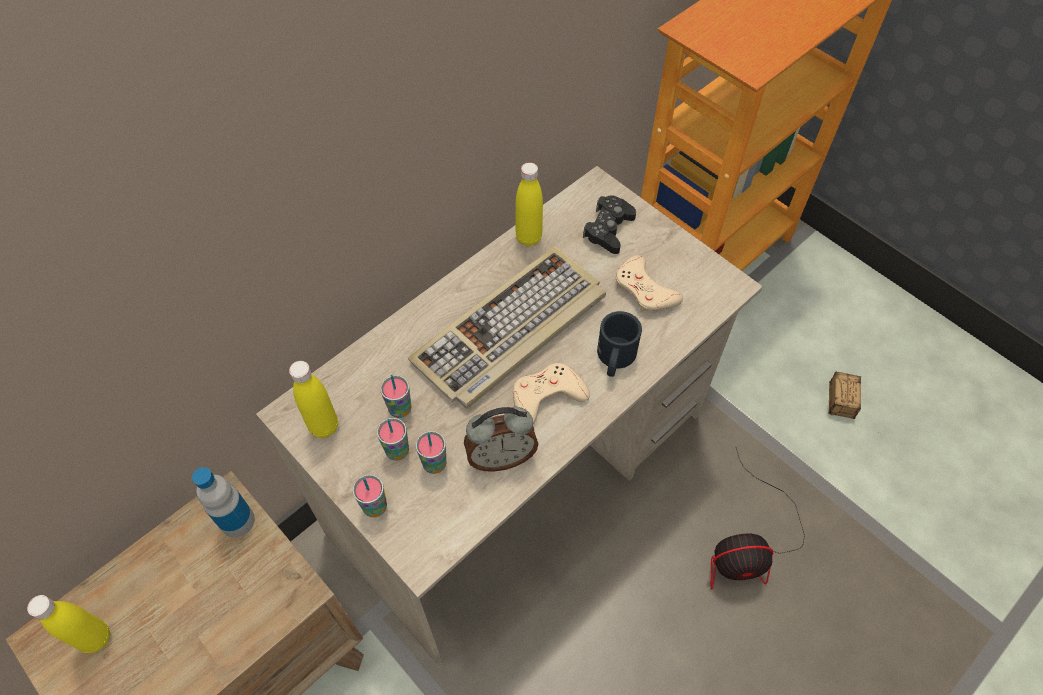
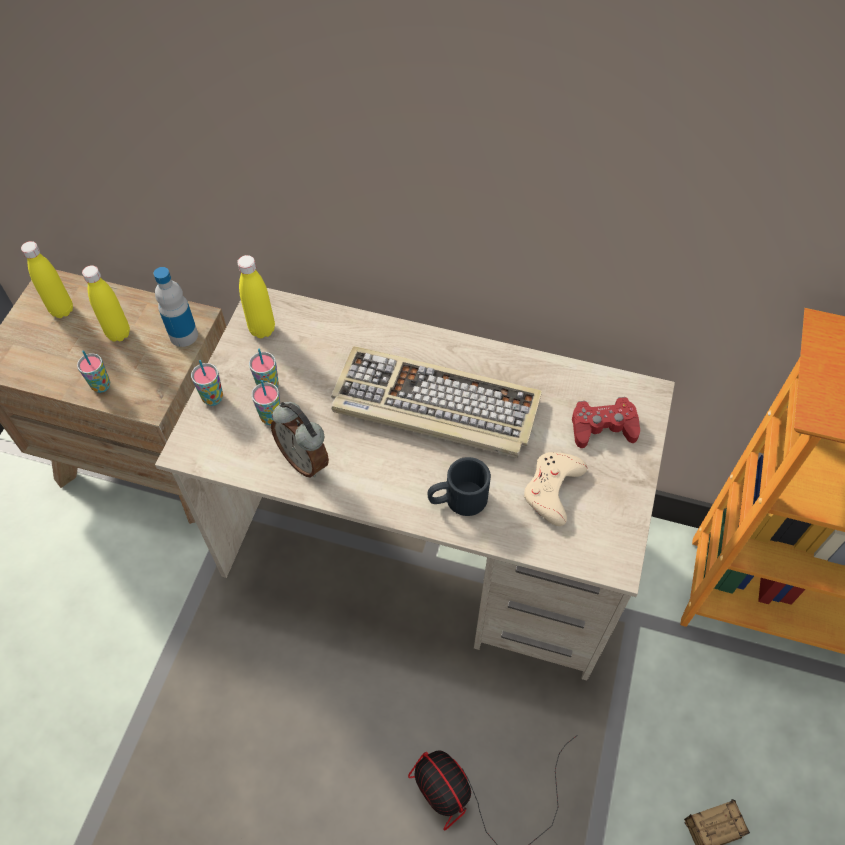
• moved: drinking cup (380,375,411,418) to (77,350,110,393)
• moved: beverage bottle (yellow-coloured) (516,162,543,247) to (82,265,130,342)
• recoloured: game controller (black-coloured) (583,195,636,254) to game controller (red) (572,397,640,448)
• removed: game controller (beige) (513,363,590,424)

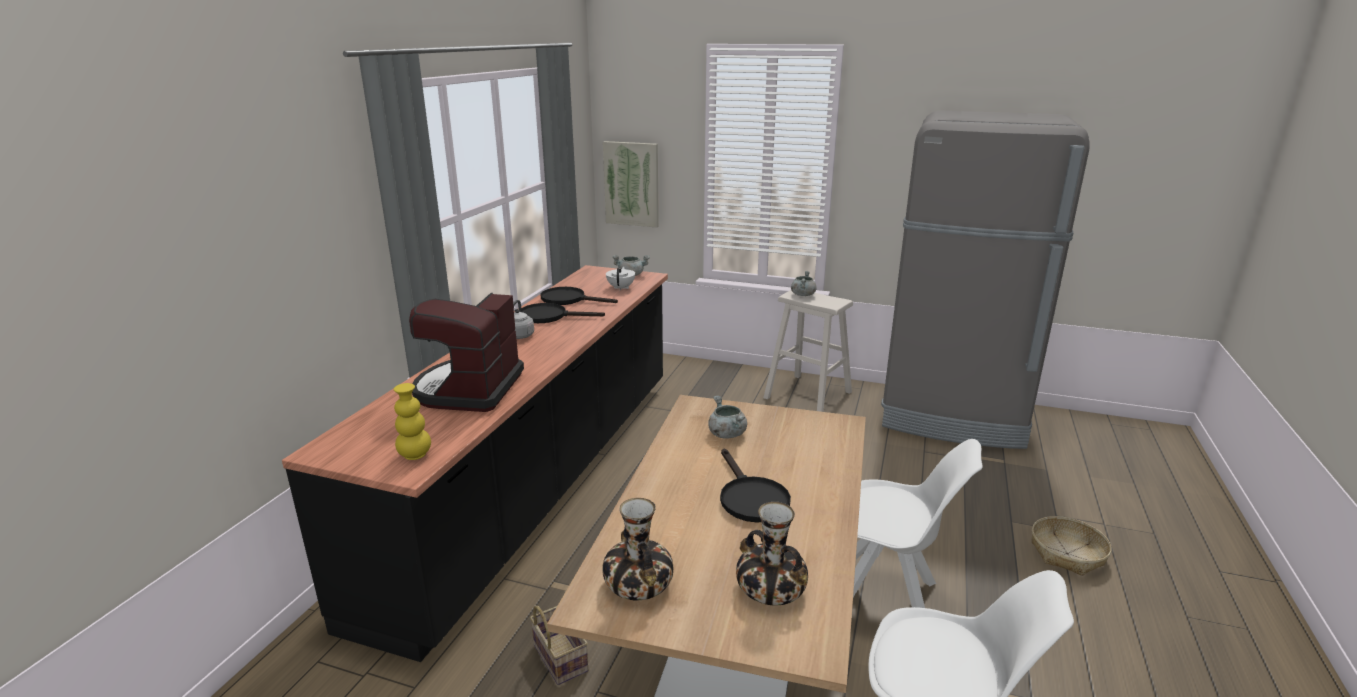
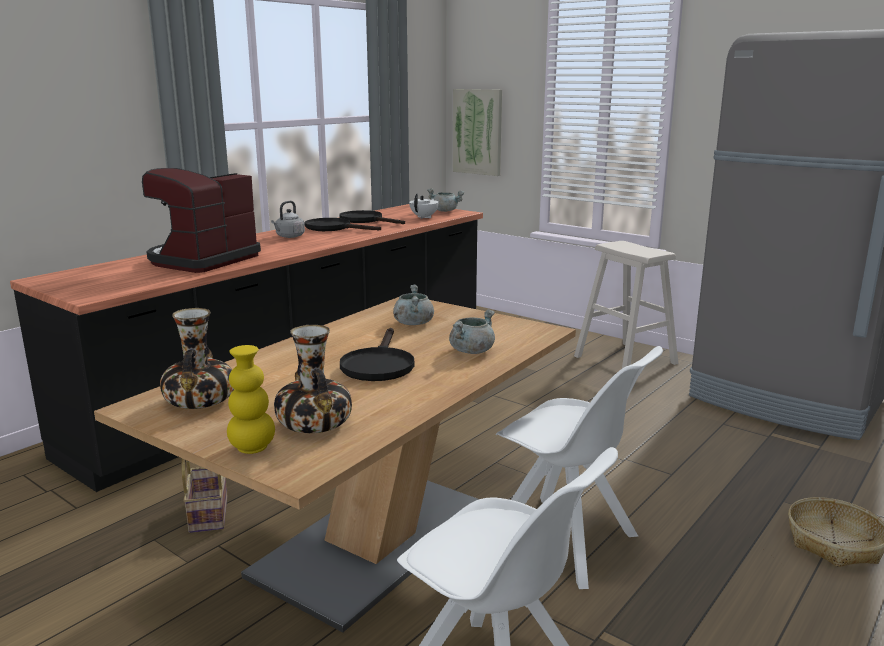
• moved: vase (yellow-coloured) (394,383,431,460) to (227,345,275,454)
• moved: saucepot (gray) (791,271,817,296) to (449,310,495,354)

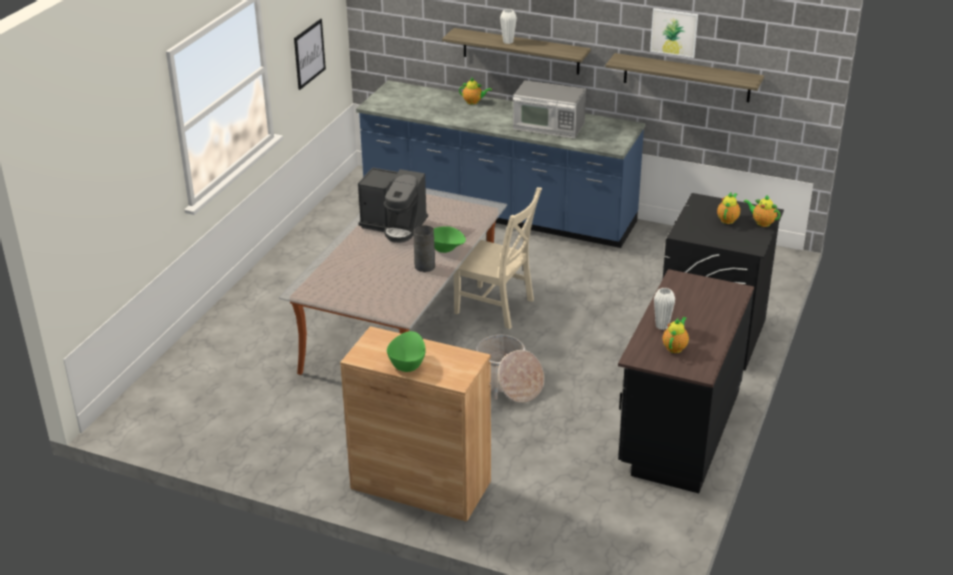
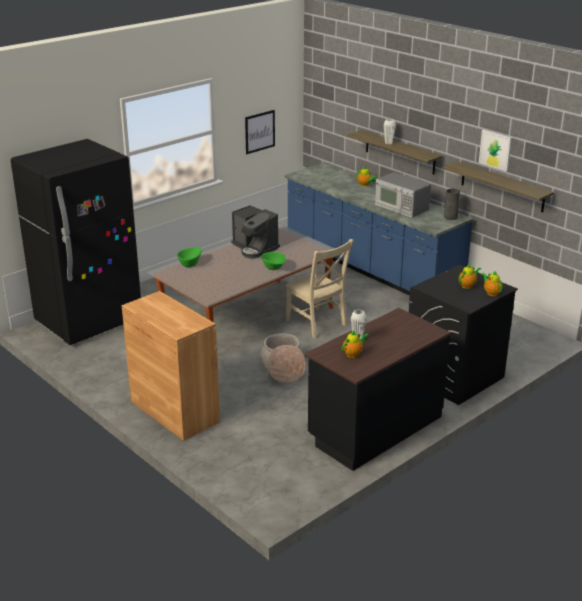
• added: kitchen fridge (black-coloured) (11,139,141,345)
• moved: deep dish (green-coloured) (387,331,425,372) to (177,247,202,267)
• moved: vase (gray) (413,225,435,272) to (444,189,460,220)

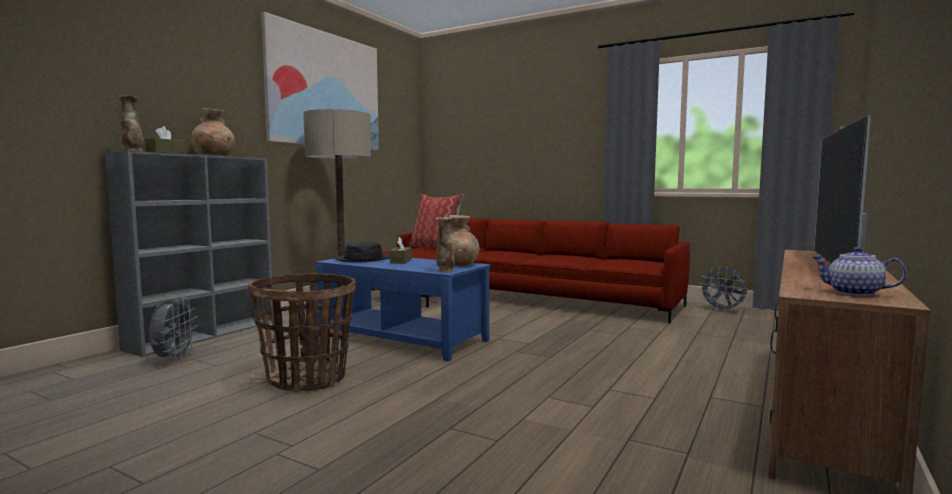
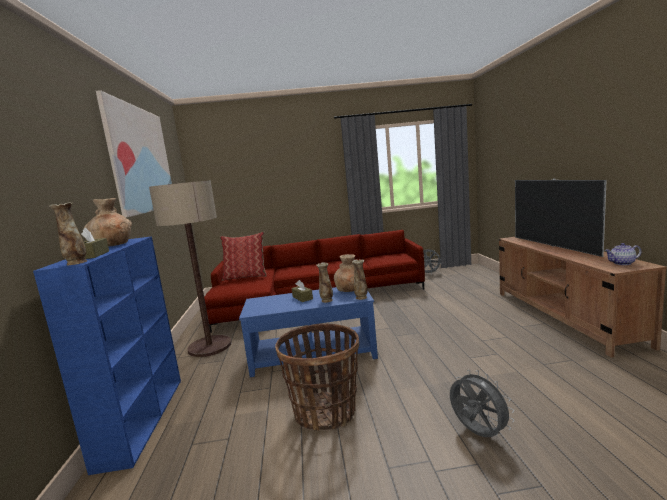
• recoloured: bookshelf (gray) (105,151,272,357) to bookshelf (blue) (33,237,181,475)
• added: vase (316,262,333,303)
• moved: cooling fan (gray) (149,297,198,361) to (450,370,514,437)
• removed: clothing hat (black-coloured) (334,242,390,262)

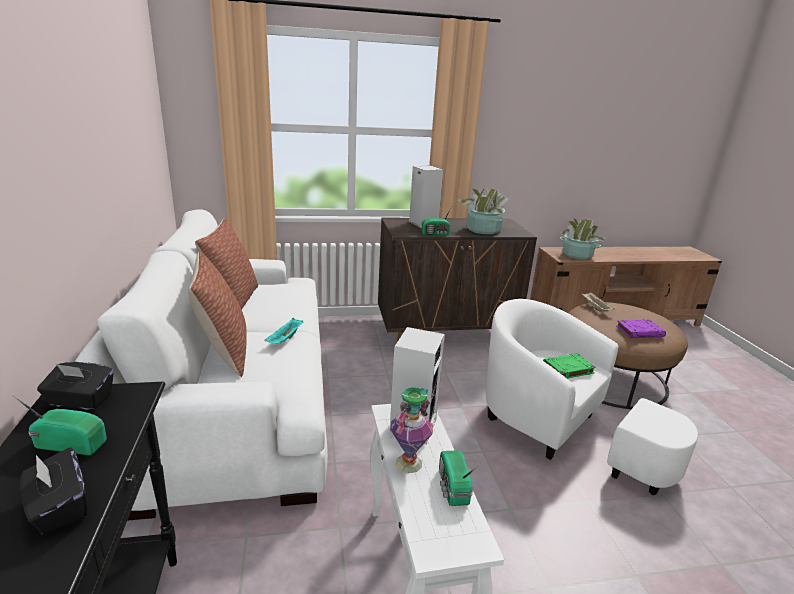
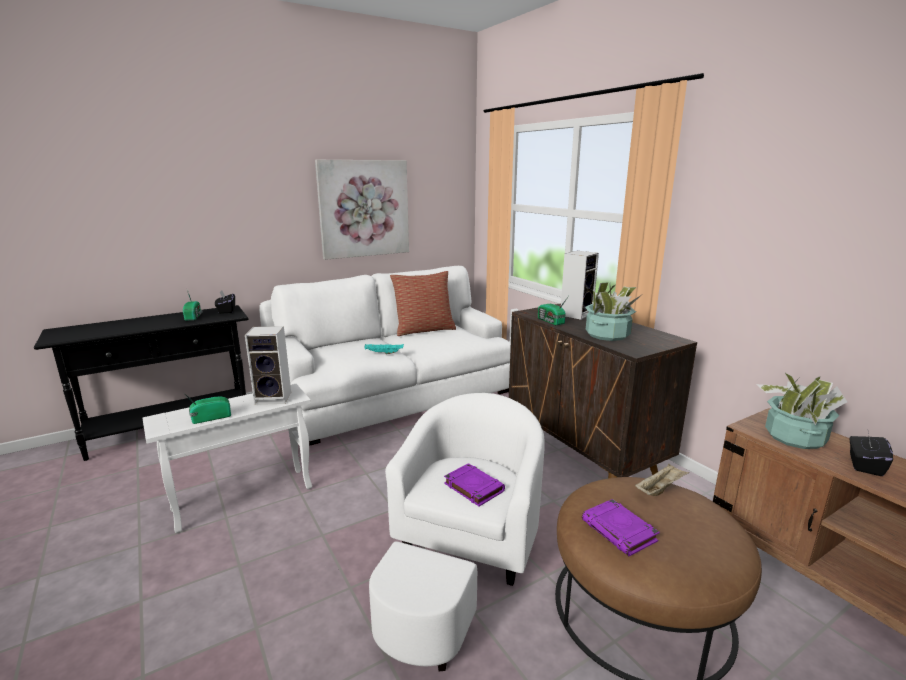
• added: picture (315,160,409,260)
• recoloured: volume (green-coloured) (543,353,596,379) to volume (purplish) (444,463,505,506)
• moved: tissue holder (black-coloured) (20,447,87,535) to (850,432,893,476)
• removed: cushion (188,252,247,377)
• removed: vase (390,387,433,473)

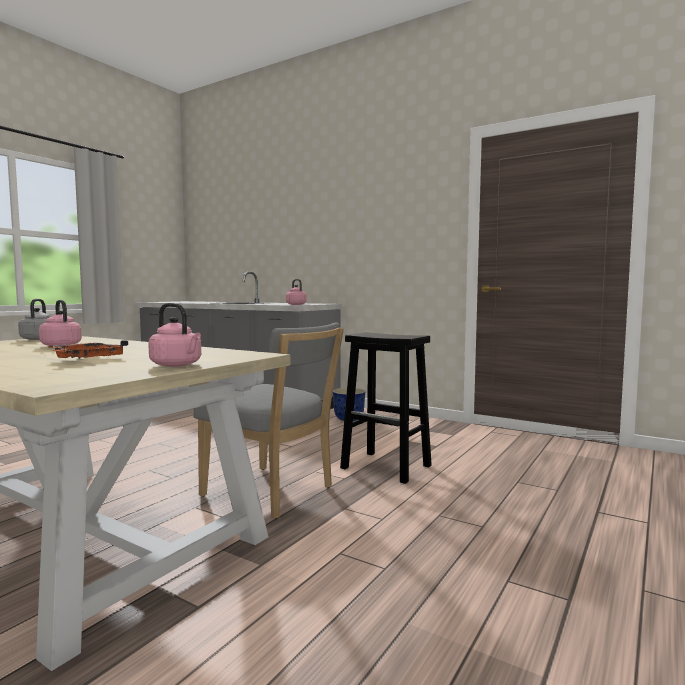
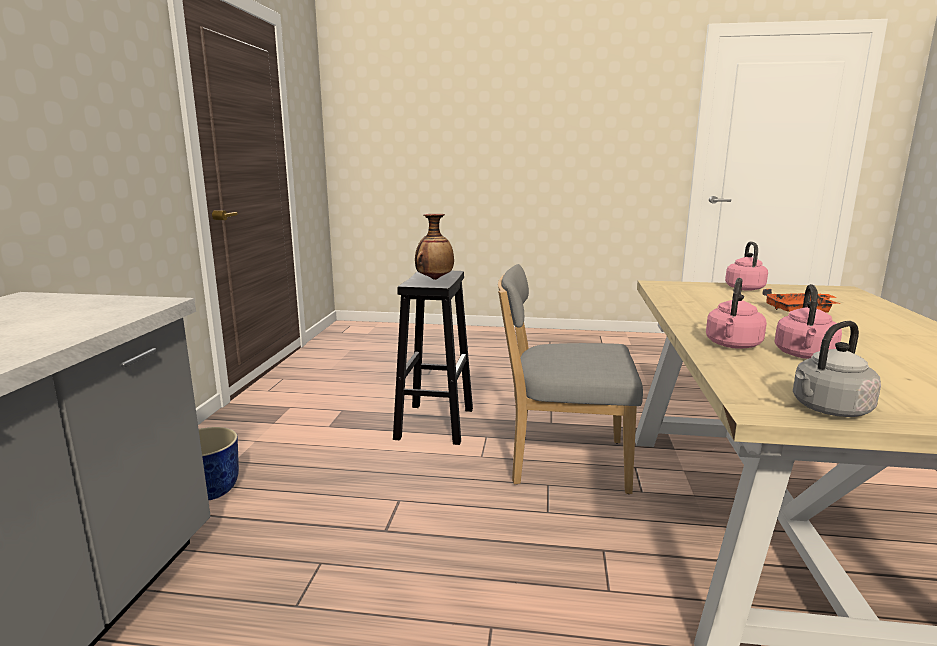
• added: vase (415,214,454,280)
• turned: chair (gray) (193,322,344,519) = (498,264,643,494) 90 degrees counterclockwise
• moved: kettle (pink-coloured) (286,279,307,305) to (706,278,767,349)

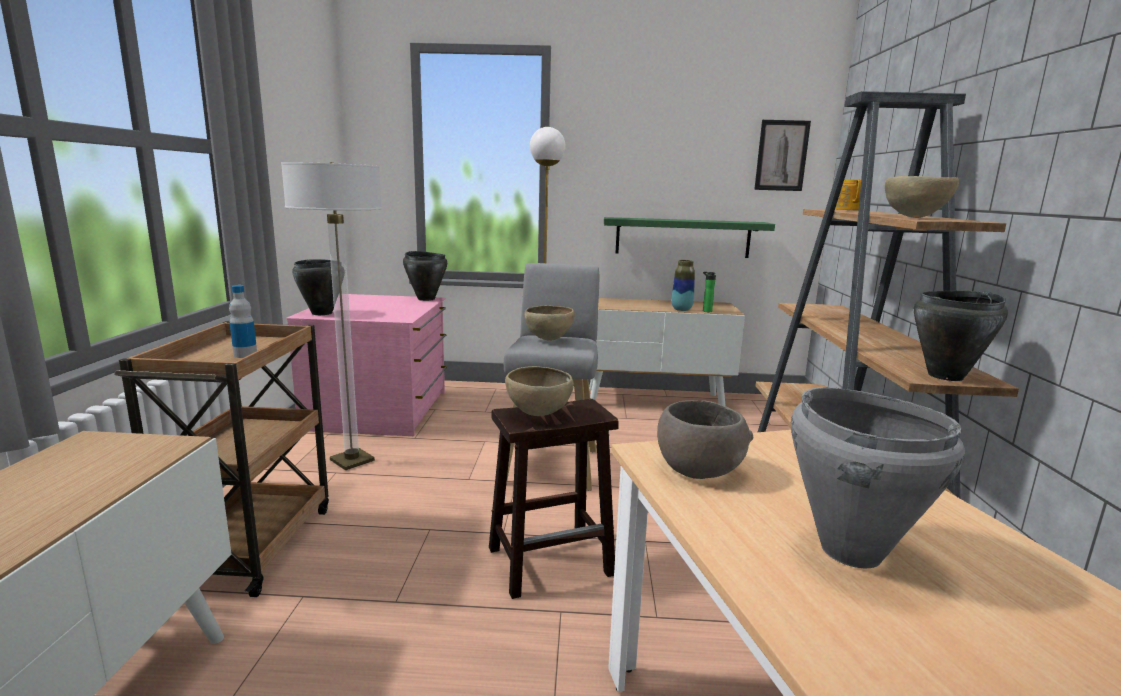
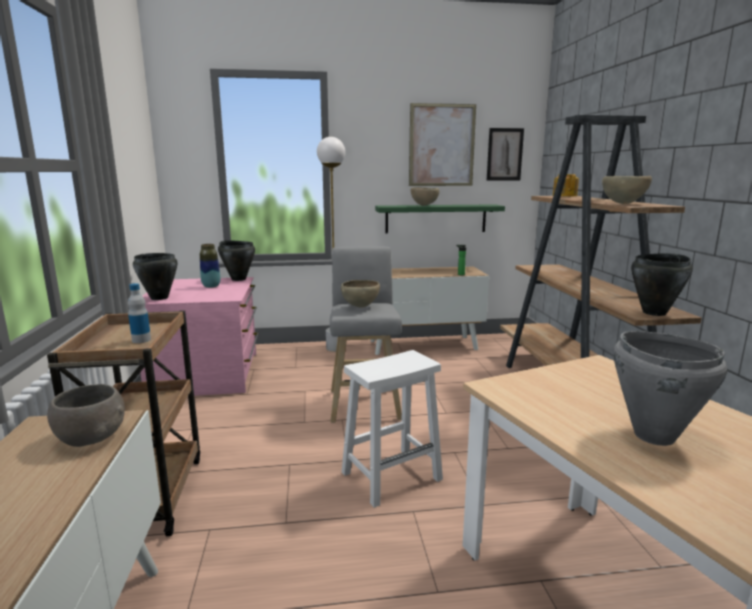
• moved: deep dish (gray) (657,400,753,479) to (47,384,125,447)
• moved: vase (672,260,695,311) to (200,244,220,288)
• recoloured: sitting stool (brown-coloured) (489,399,619,599) to sitting stool (white) (341,350,443,508)
• added: picture (409,103,476,186)
• moved: deep dish (brown-coloured) (505,366,574,416) to (411,187,440,206)
• removed: floor lamp (281,162,382,470)

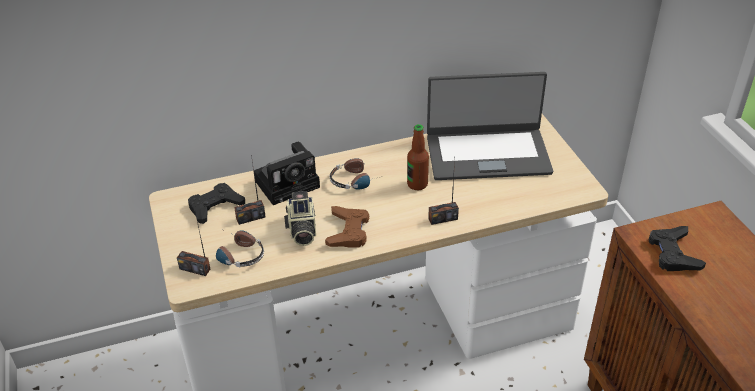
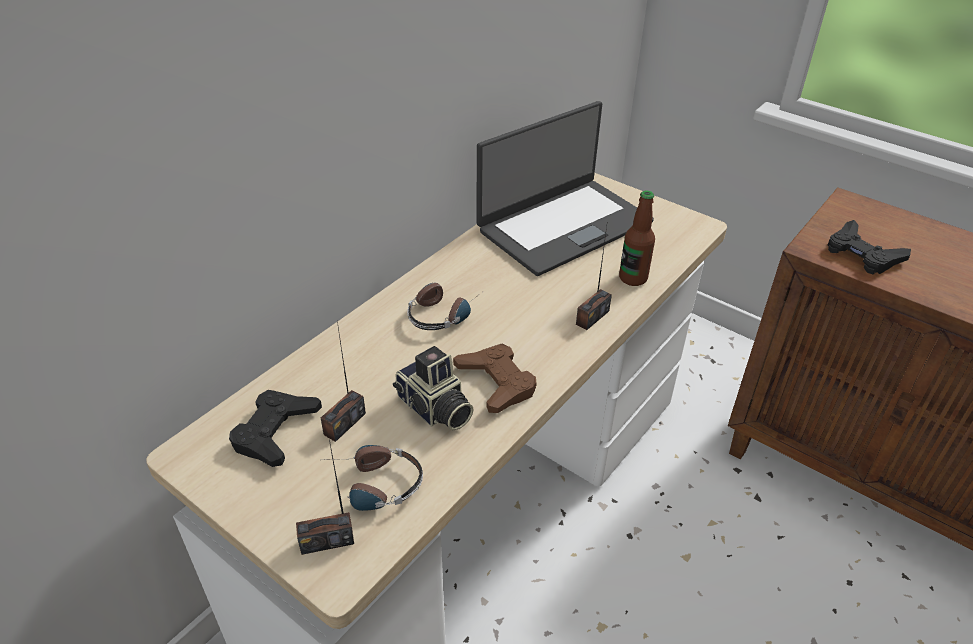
• moved: beverage bottle (407,124,429,190) to (619,191,655,286)
• removed: still camera (254,142,320,205)

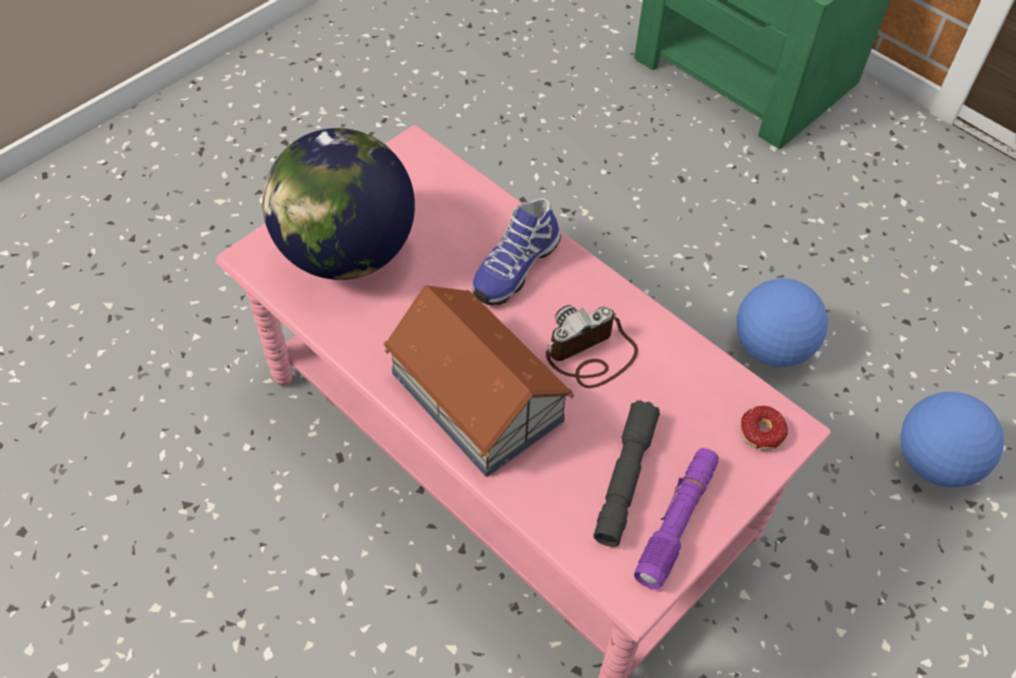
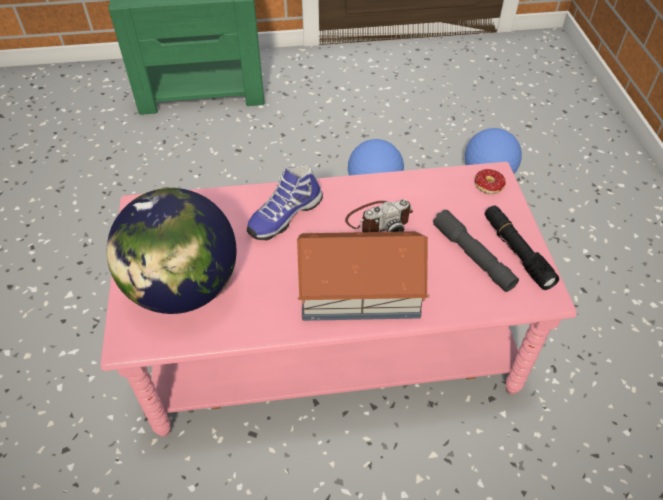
• turned: shoe (472,198,561,305) = (247,165,323,240) 60 degrees clockwise
• turned: still camera (546,305,638,388) = (345,199,413,232) 120 degrees counterclockwise
• recoloured: torch (purplish) (634,448,719,590) to torch (black-coloured) (485,205,559,290)

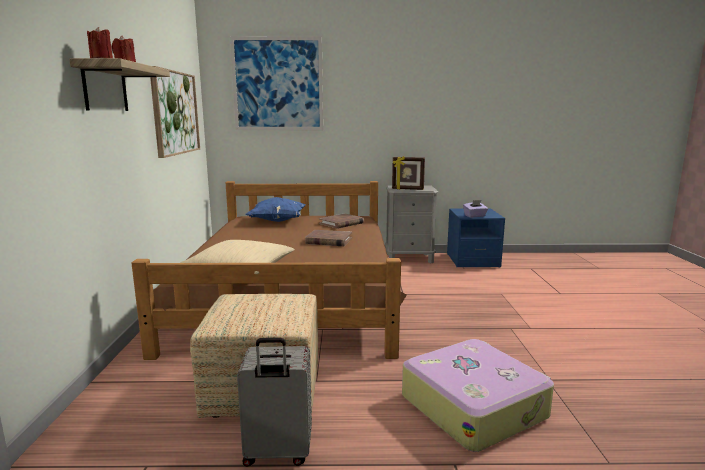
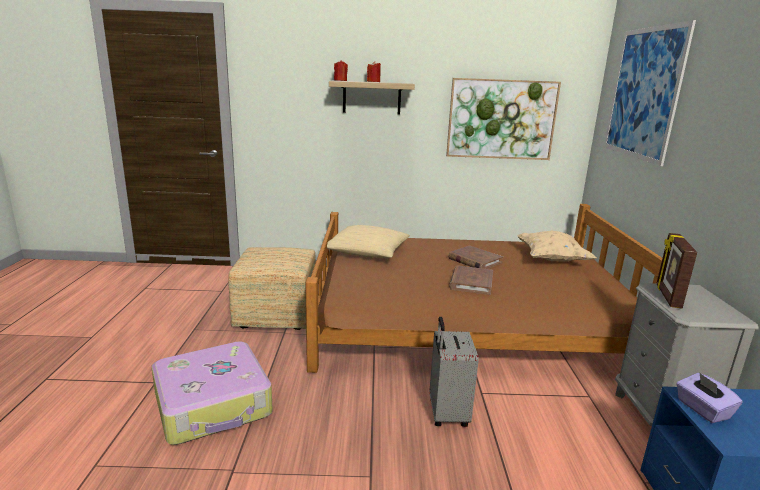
• moved: suitcase (gray) (237,338,312,467) to (430,317,479,427)
• moved: volume (brown-coloured) (319,213,364,228) to (448,245,503,269)
• recoloured: cushion (blue) (246,197,305,222) to cushion (beige) (517,231,597,262)

